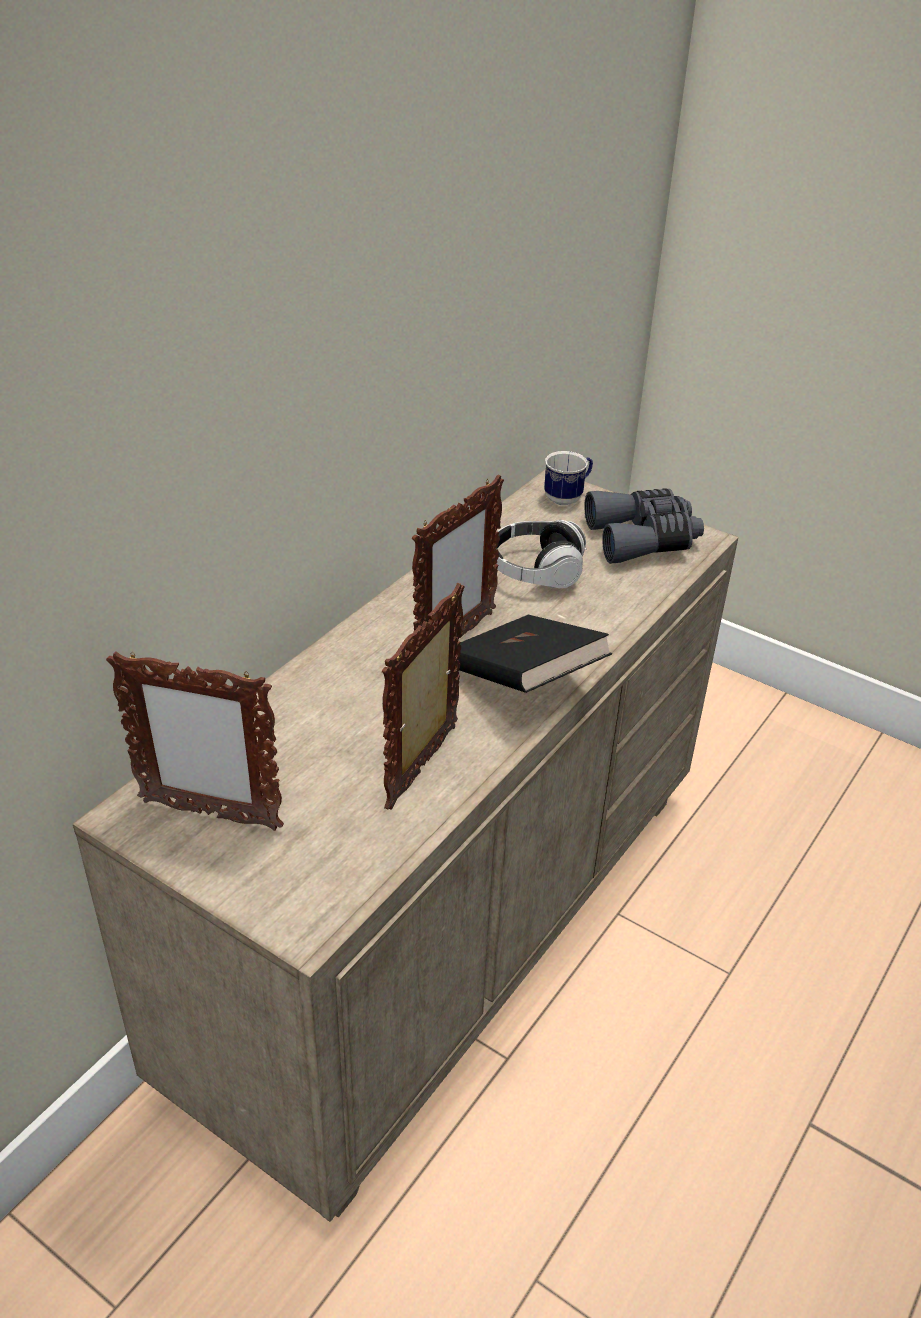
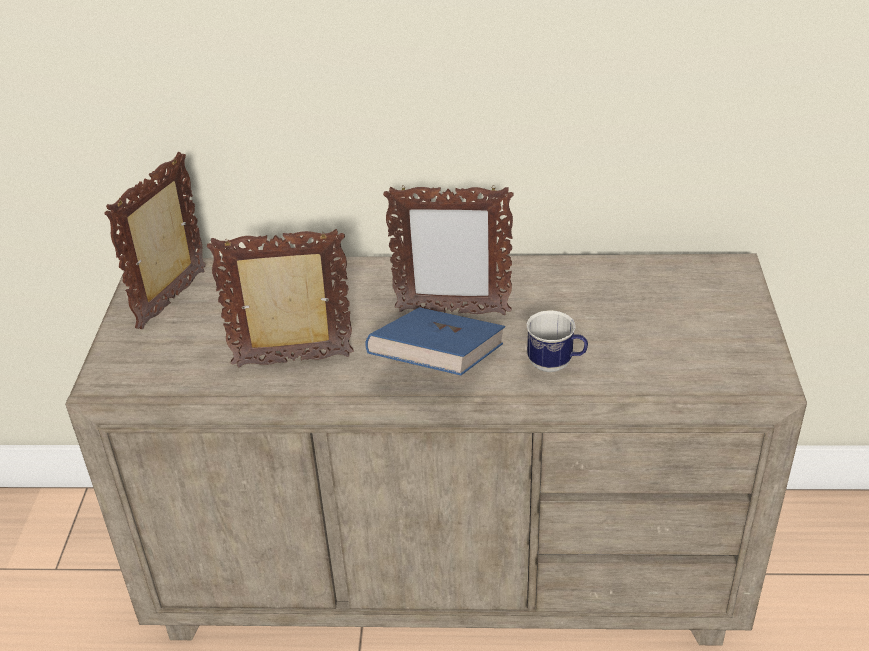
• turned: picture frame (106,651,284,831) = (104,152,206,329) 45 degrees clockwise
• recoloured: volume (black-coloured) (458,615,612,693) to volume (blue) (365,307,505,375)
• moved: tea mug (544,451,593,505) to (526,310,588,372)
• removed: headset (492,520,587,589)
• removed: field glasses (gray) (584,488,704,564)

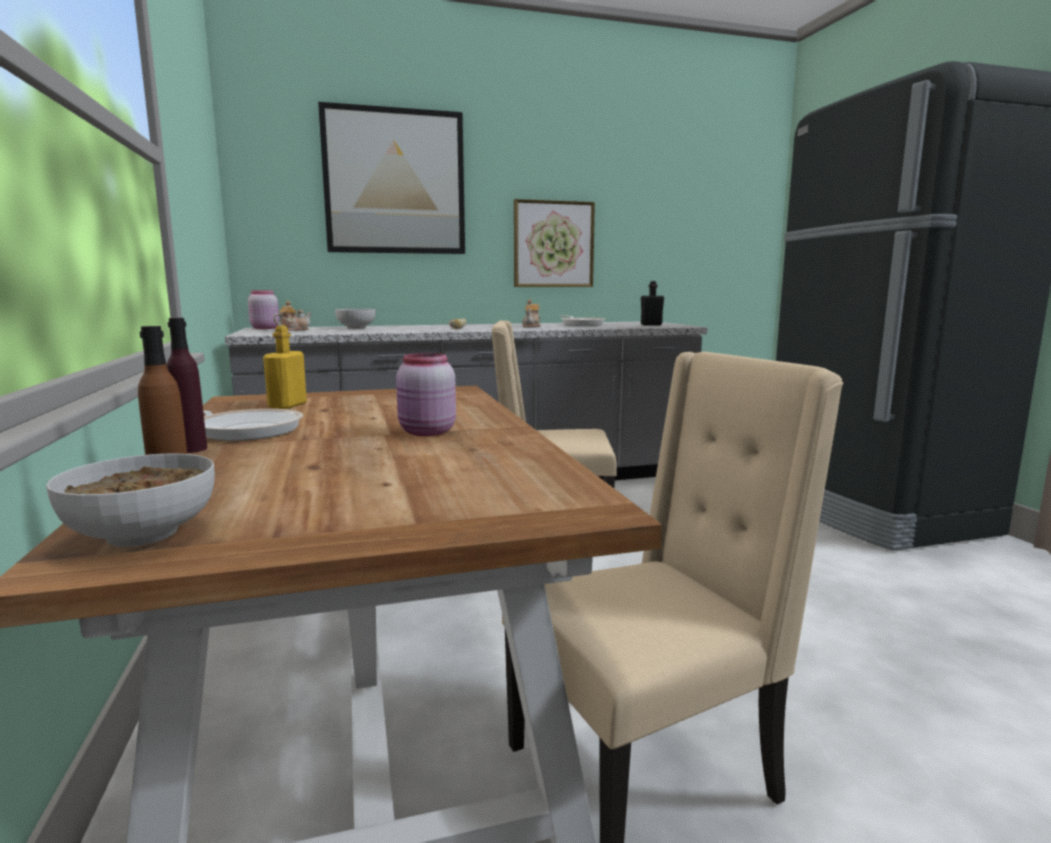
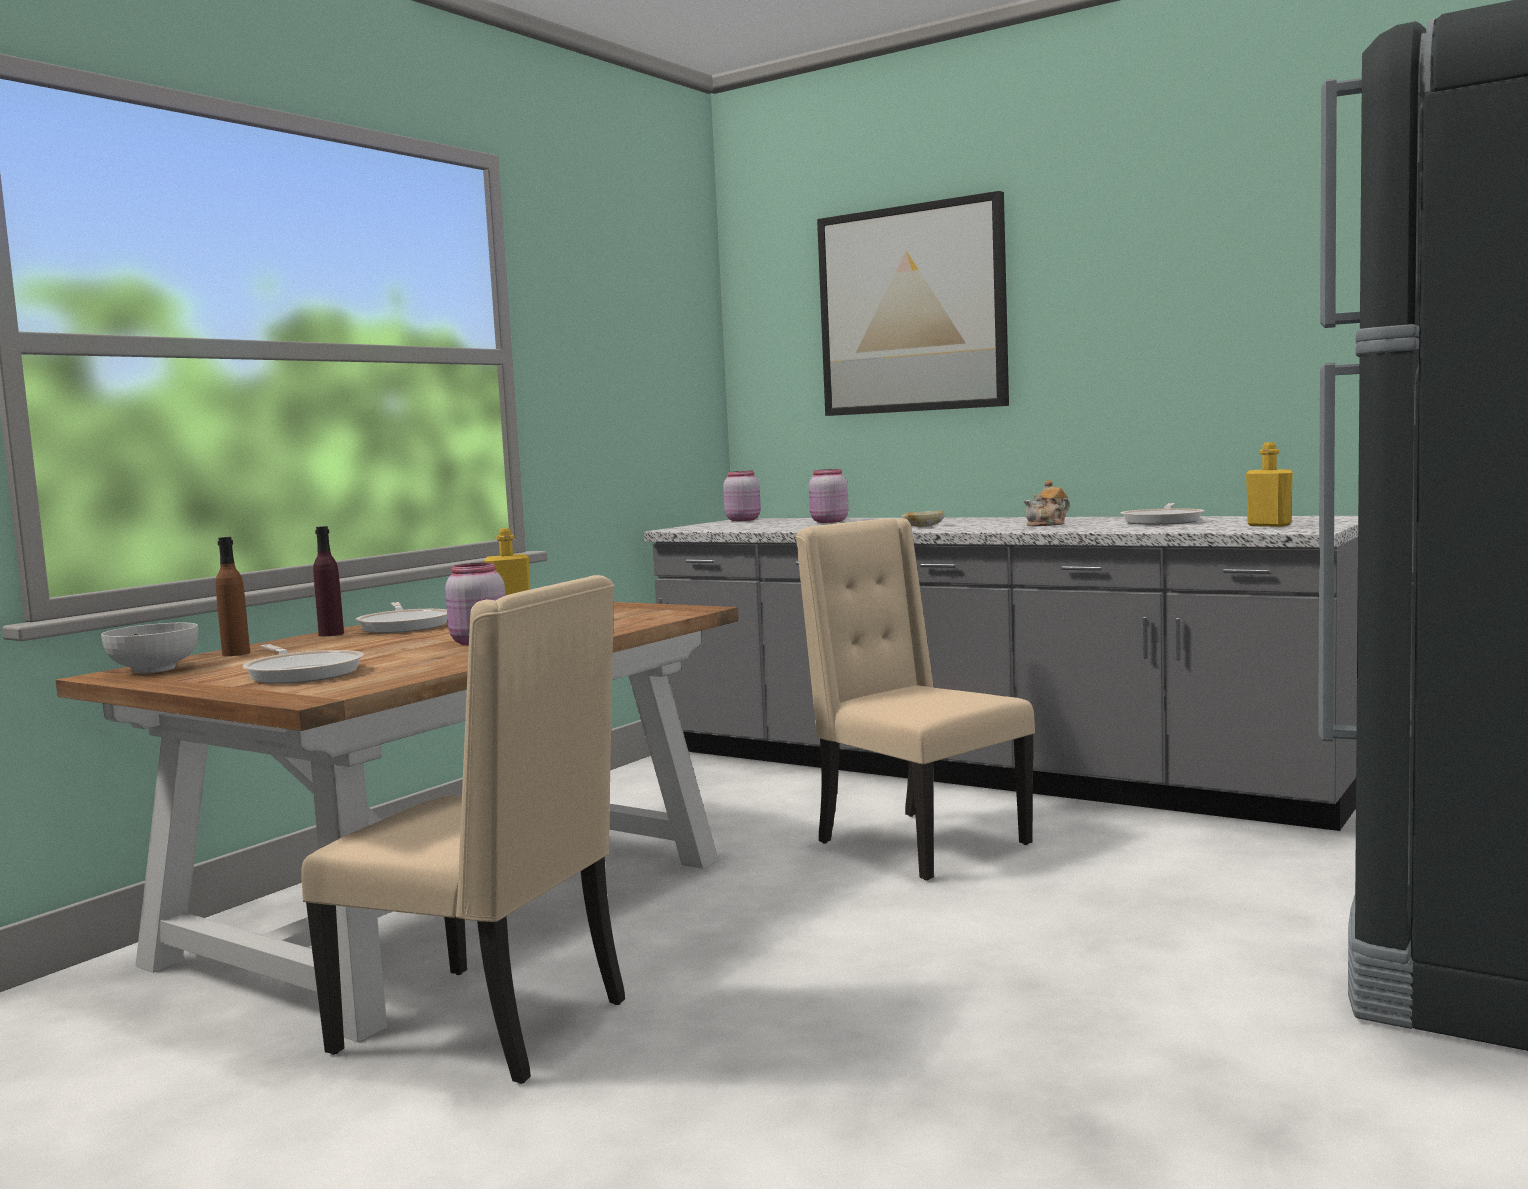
• added: skillet (242,644,364,684)
• replaced: deep dish (335,309,376,329) to storage jar (pink-coloured) (809,469,849,523)
• recoloured: beverage bottle (black-coloured) (641,281,664,325) to beverage bottle (yellow-coloured) (1246,442,1293,527)
• removed: pot for tea (273,301,312,331)
• removed: picture (514,199,595,287)

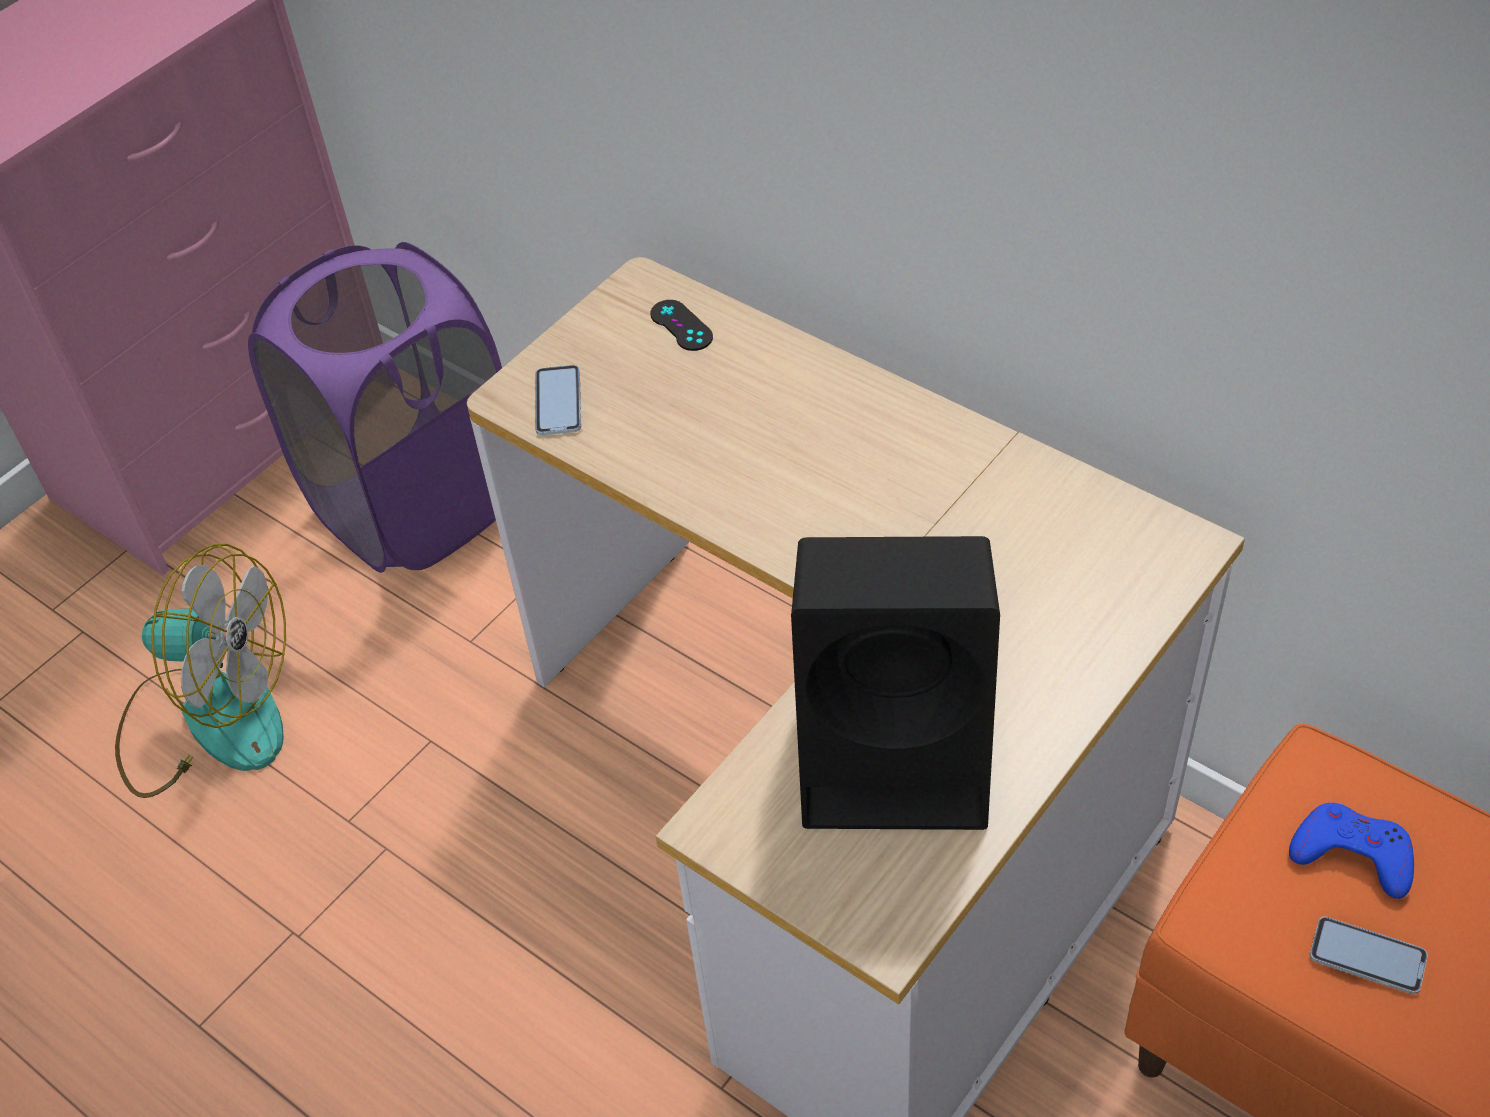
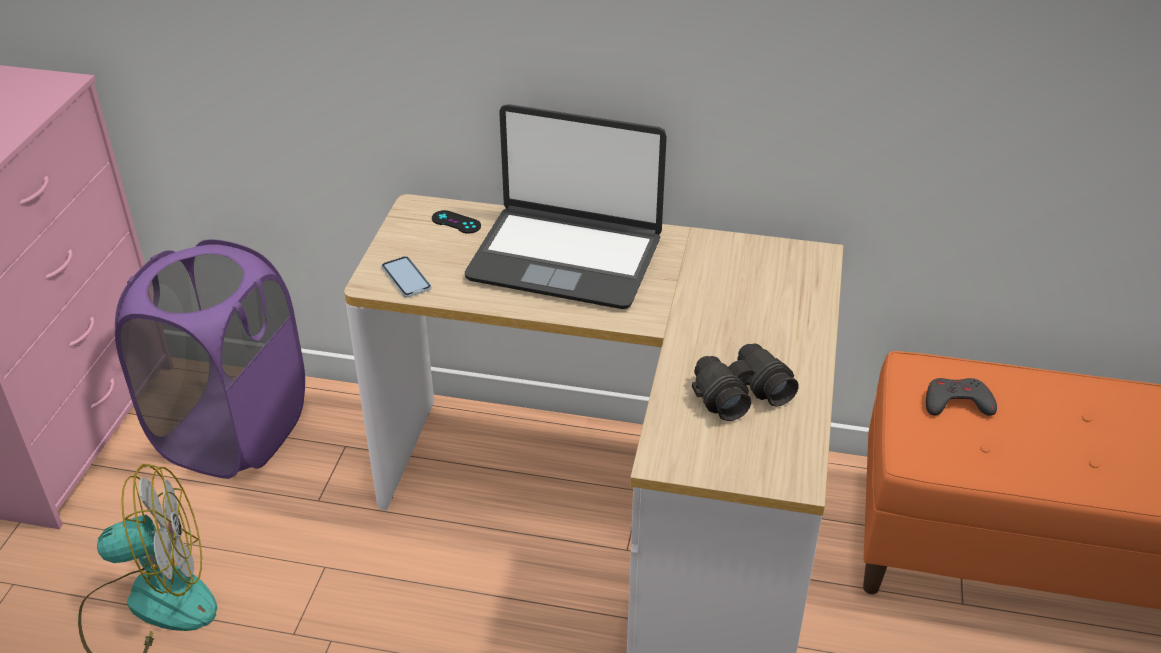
• added: laptop (465,104,667,309)
• replaced: audio speaker (black-coloured) (791,536,1000,830) to field glasses (black-coloured) (692,343,799,421)
• recoloured: game controller (blue) (1289,803,1414,899) to game controller (gray) (926,378,997,416)
• removed: telephone (1310,917,1428,994)

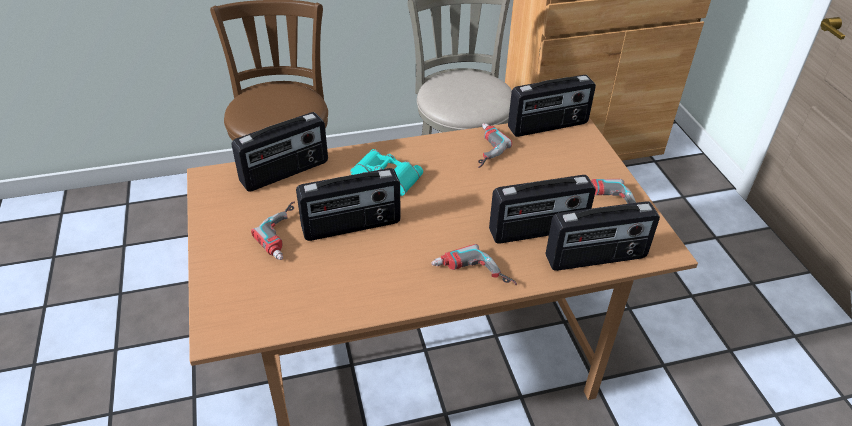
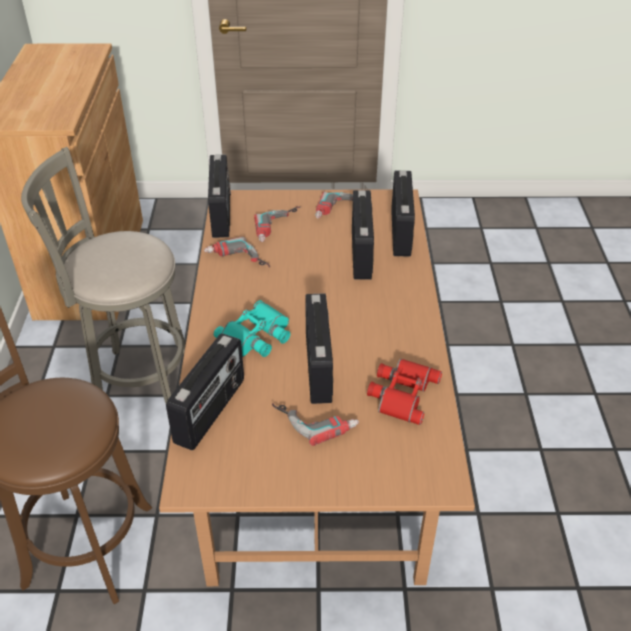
• turned: radio (232,112,328,192) = (166,333,244,450) 45 degrees clockwise
• moved: electric drill (431,244,517,285) to (254,206,301,242)
• added: field glasses (red) (367,359,442,425)

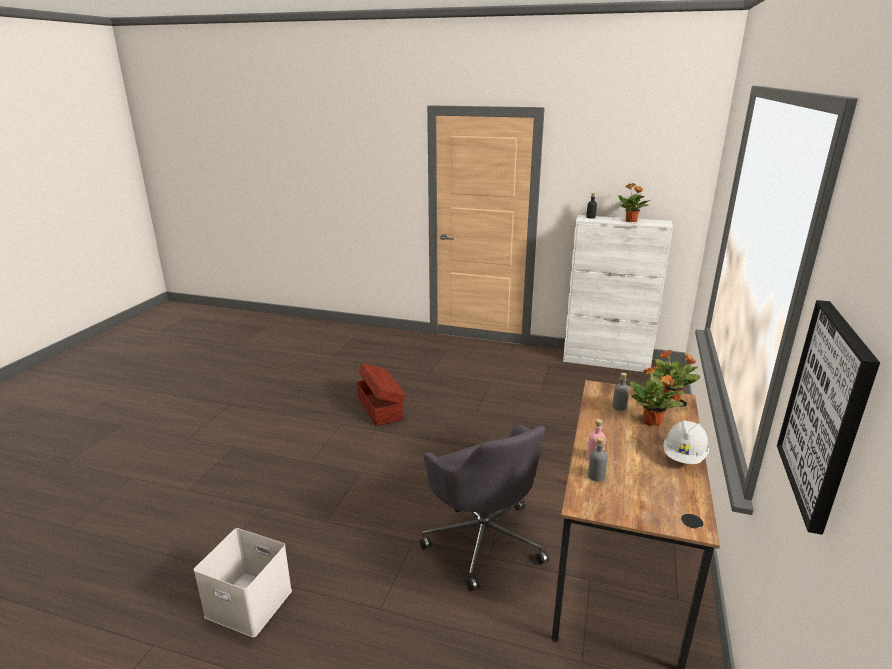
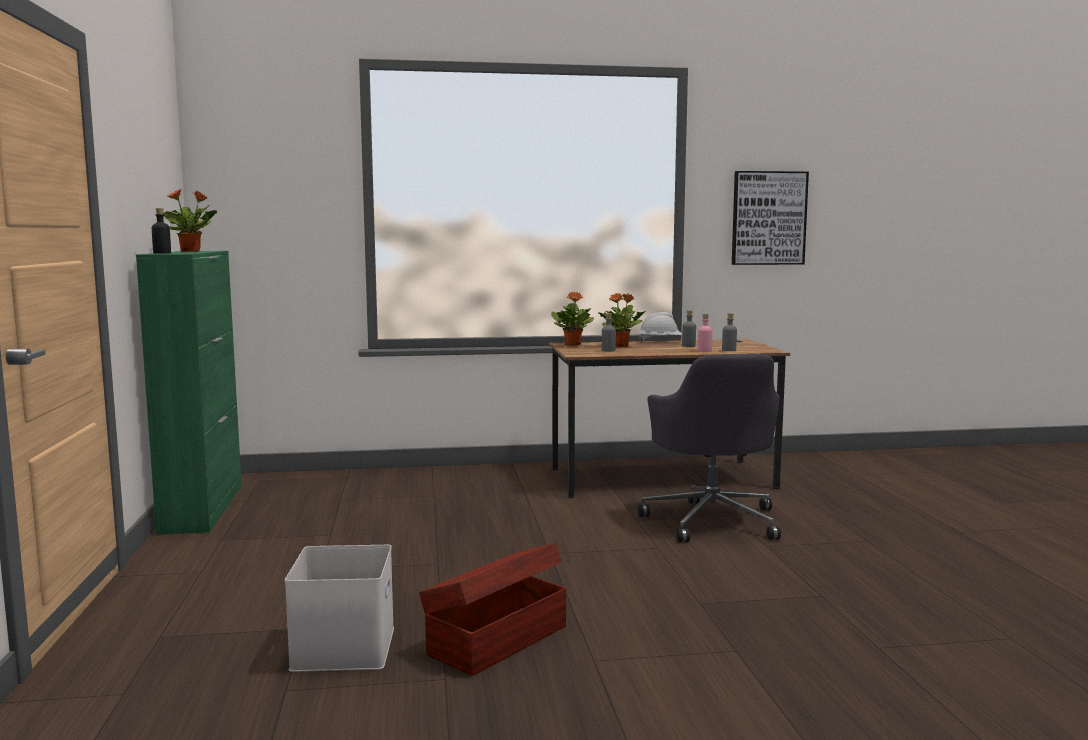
• recoloured: storage cabinet (white) (563,215,673,372) to storage cabinet (green-coloured) (136,251,242,535)
• moved: storage bin (white) (194,528,292,638) to (285,545,394,672)
• turned: computer chair (gray) (420,425,549,591) = (638,354,781,542) 135 degrees clockwise
• added: beverage bottle (gray) (682,310,696,347)

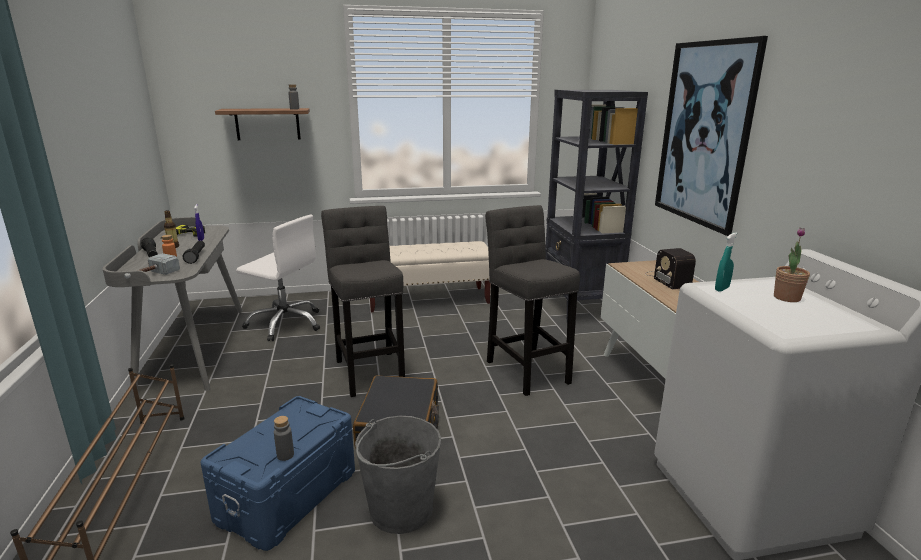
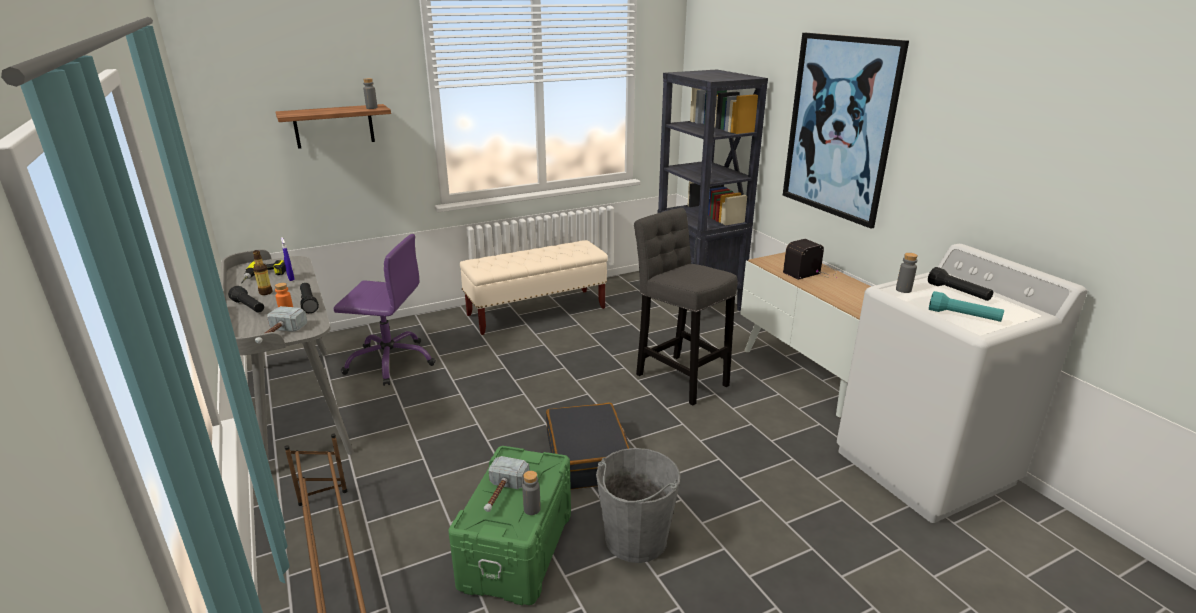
• recoloured: computer chair (white) (236,215,320,341) to computer chair (purplish) (334,234,436,386)
• recoloured: storage bin (blue) (200,396,355,551) to storage bin (green-coloured) (448,446,571,605)
• added: hammer (484,456,530,512)
• turned: radio (645,248,696,289) = (783,239,838,280) 90 degrees clockwise
• replaced: spray bottle (turquoise) (715,233,737,292) to beverage bottle (gray) (896,253,918,293)
• replaced: potted plant (774,228,810,302) to torch (black-coloured) (928,267,993,301)
• added: torch (turquoise) (929,291,1004,322)
• removed: sitting stool (gray) (321,206,405,397)

